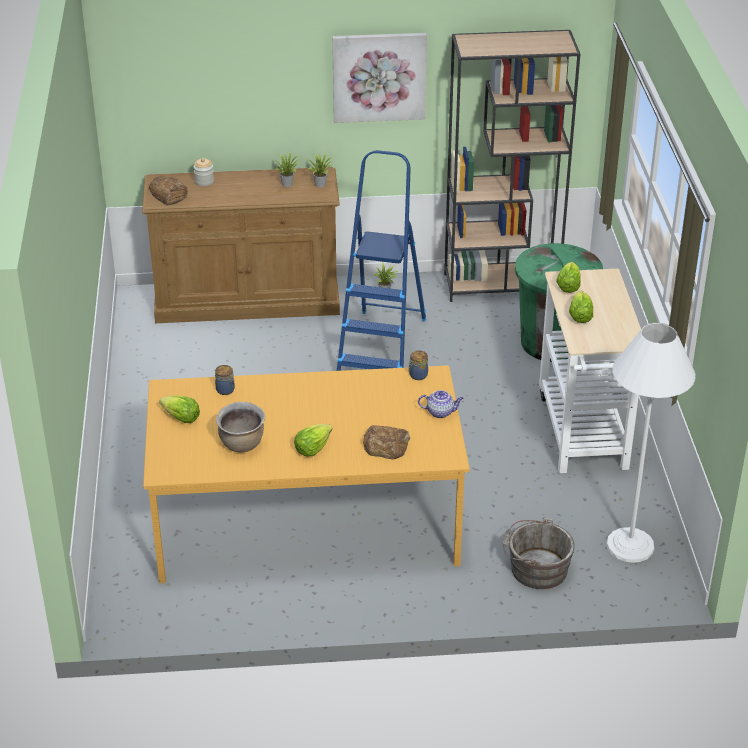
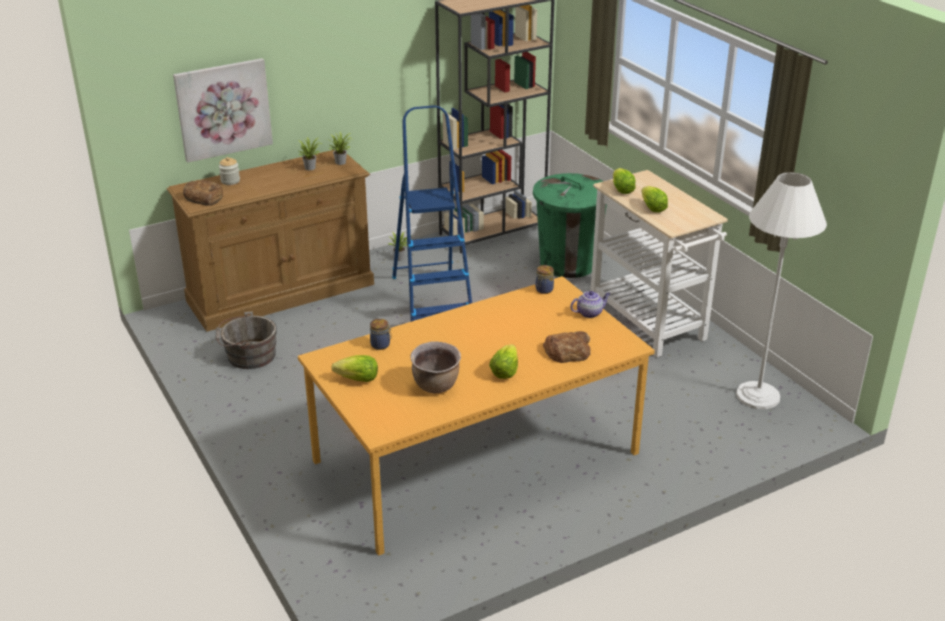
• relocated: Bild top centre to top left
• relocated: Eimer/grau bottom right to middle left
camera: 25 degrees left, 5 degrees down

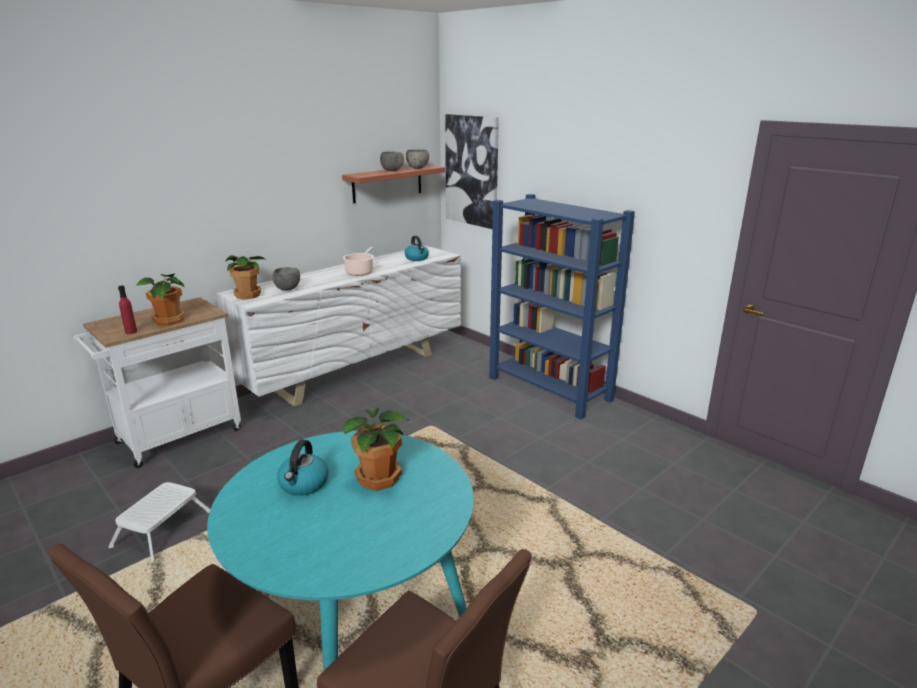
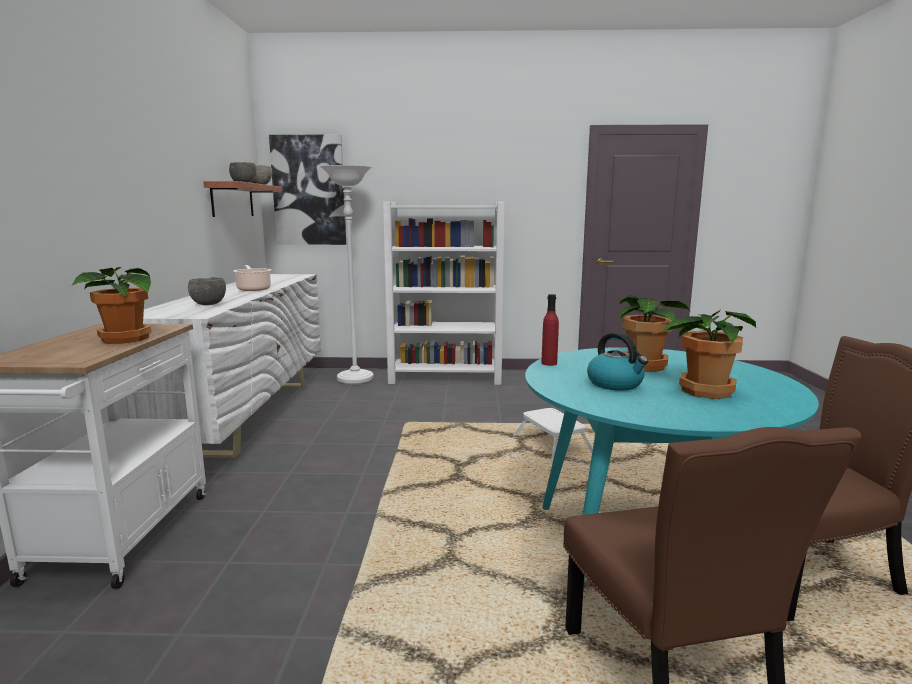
• colour: Bücherregal/blau centre to Bücherregal/weiß centre
• missing: Wasserkessel (no. 2 from left) centre
• relocated: Topfpflanze (no. 2 from left in the first image) middle left to Topfpflanze (no. 3 from left) middle right
• relocated: Flasche/rot middle left to centre
• relocated: Trittleiter/weiß bottom left to centre
• appeared: Stehlampe/weiß centre
camera: 45 degrees left, 10 degrees down

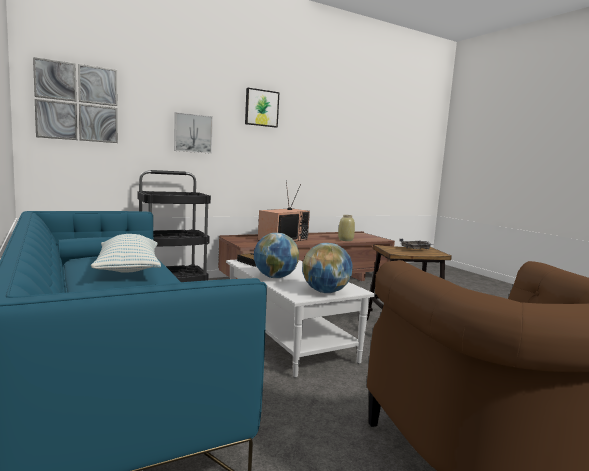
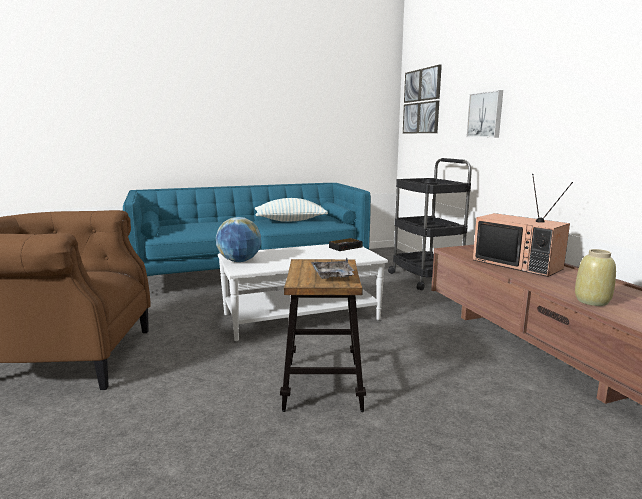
• missing: Bild (no. 3 from left) top centre
• missing: Globus (no. 1 from left) centre
camera: 100 degrees right, 5 degrees up

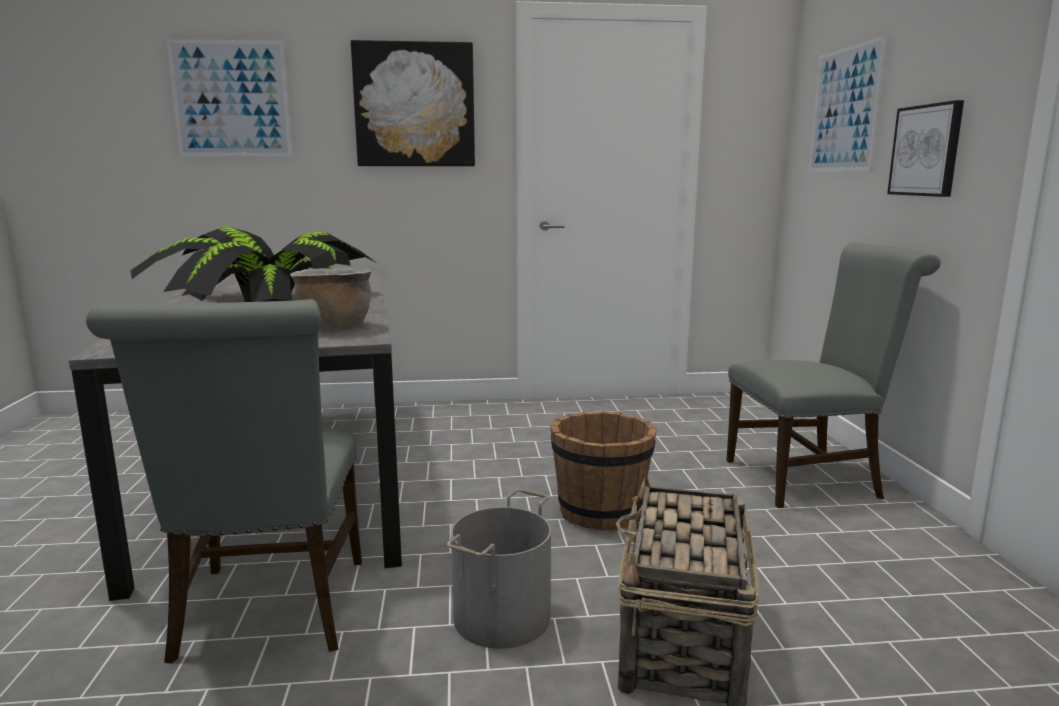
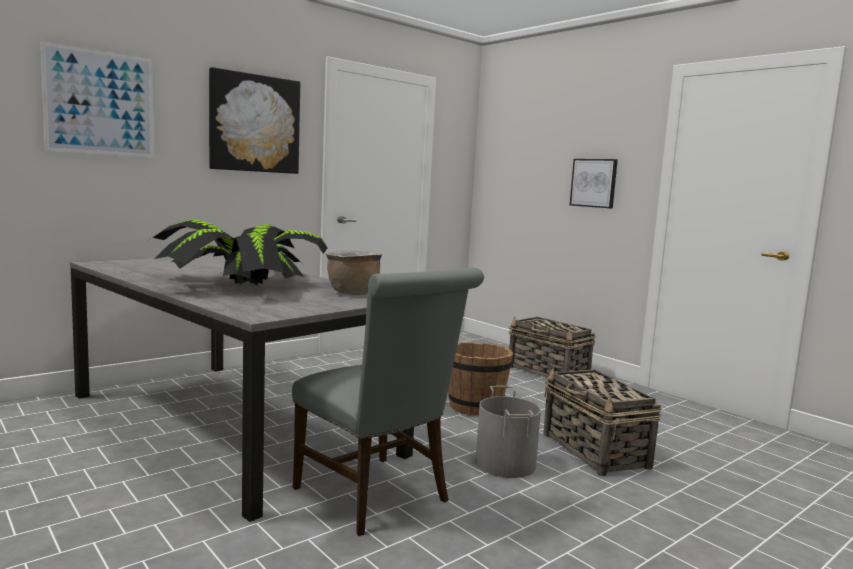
• missing: Bild (no. 3 from left) top right
• exchanged: Stuhl/grau (no. 2 from left) middle right to Korb (no. 1 from left) centre
camera: 35 degrees left, 5 degrees down

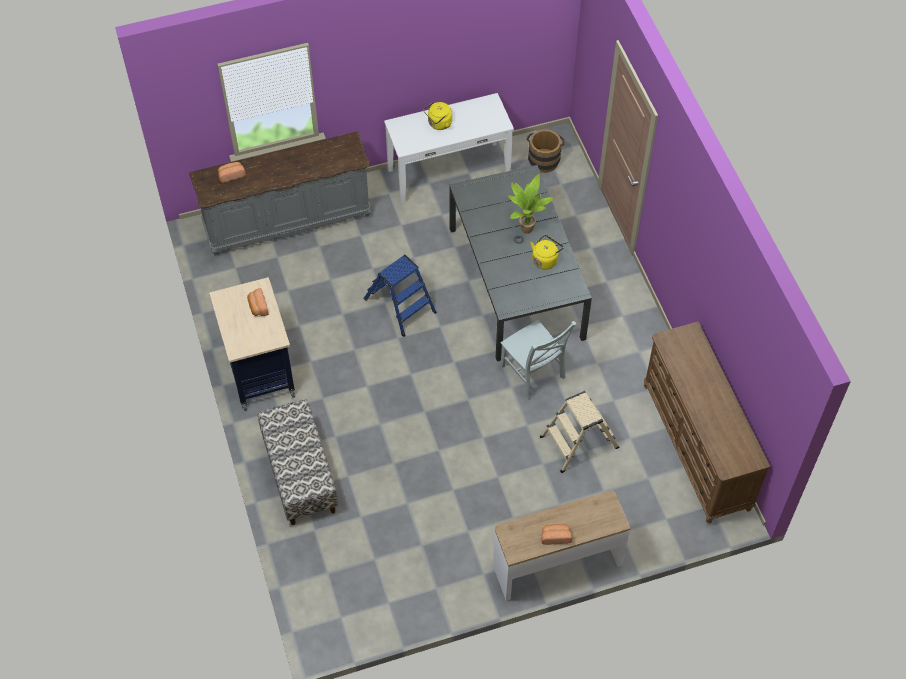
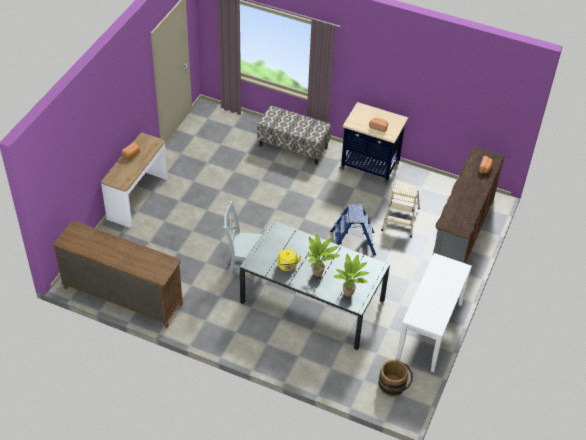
• missing: Wasserkessel/gelb (no. 1 from left) top centre
• relocated: Trittleiter/beige centre to middle right
• appeared: Topfpflanze (no. 2 from left) centre
camera: 130 degrees right, 10 degrees down

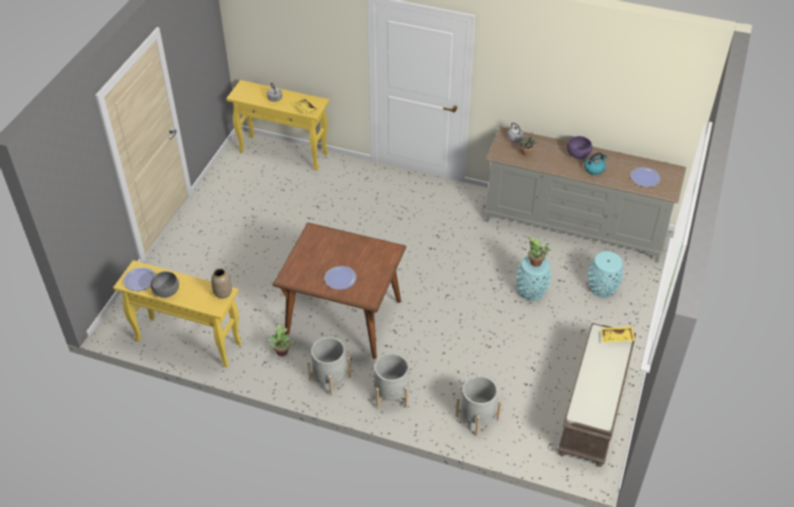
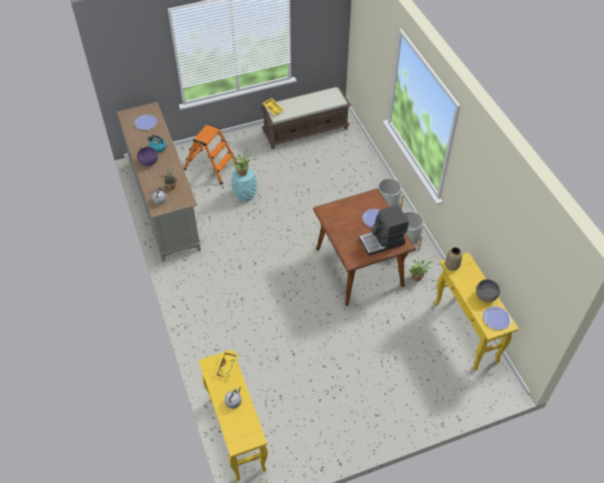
• exchanged: Hocker/türkis (no. 2 from left) middle right to Trittleiter/orange top centre
• missing: Pflanzkübel/grau (no. 3 from left) bottom centre
• appeared: Kaffeemaschine centre
camera: 130 degrees left, 5 degrees up

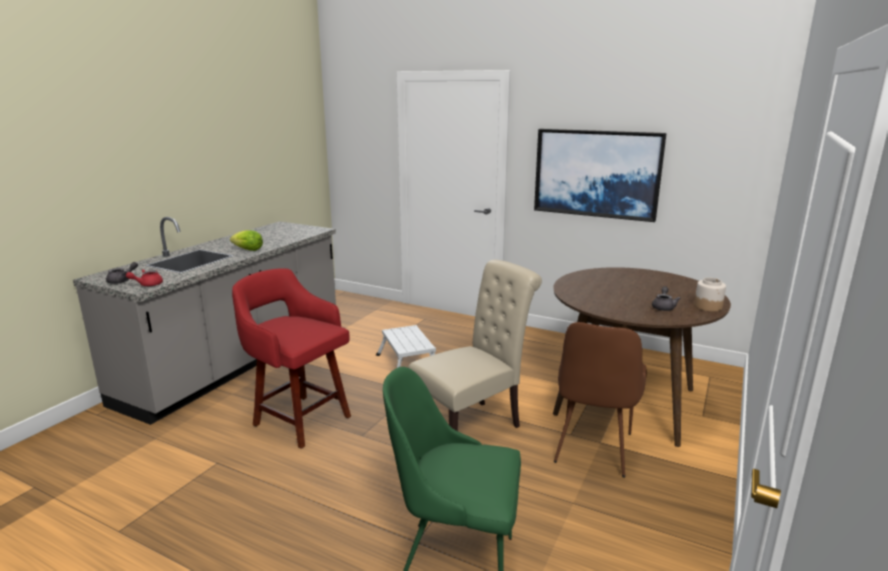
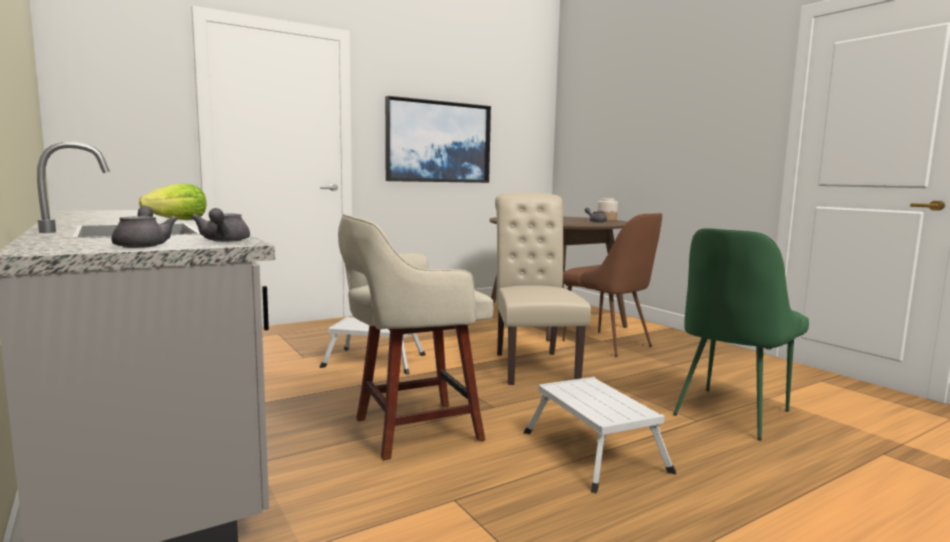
• colour: Hocker/rot middle left to Hocker/beige centre
• colour: Teekanne/rot middle left to Teekanne/grau (no. 2 from left) middle left
• appeared: Trittleiter/weiß (no. 2 from left) bottom centre
camera: 60 degrees left, 10 degrees down

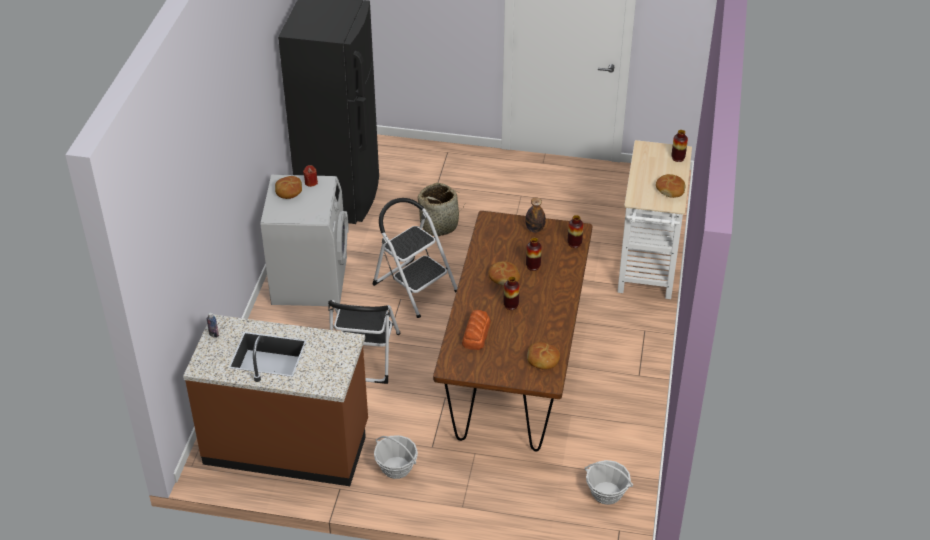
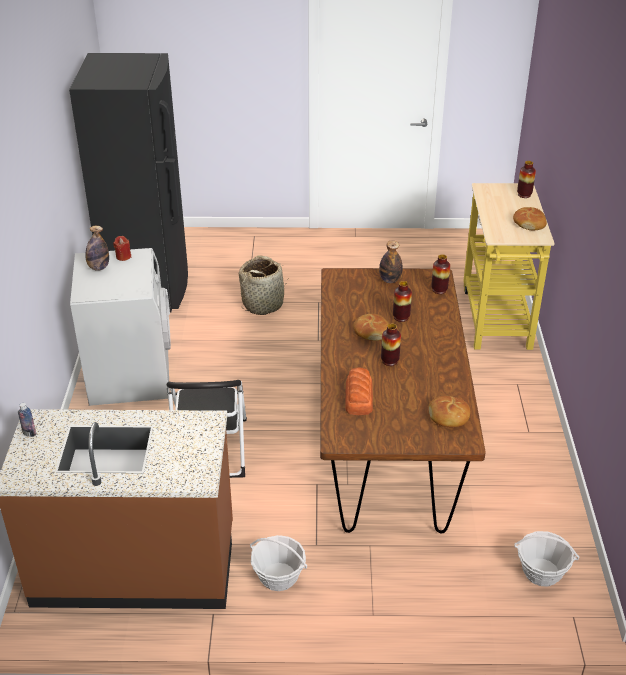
• colour: Rollwagen/weiß middle right to Rollwagen/gelb middle right
• exchanged: Brot (no. 1 from left) middle left to Flasche (no. 2 from left) middle left
• missing: Trittleiter (no. 2 from left) centre
camera: 10 degrees left, 5 degrees down

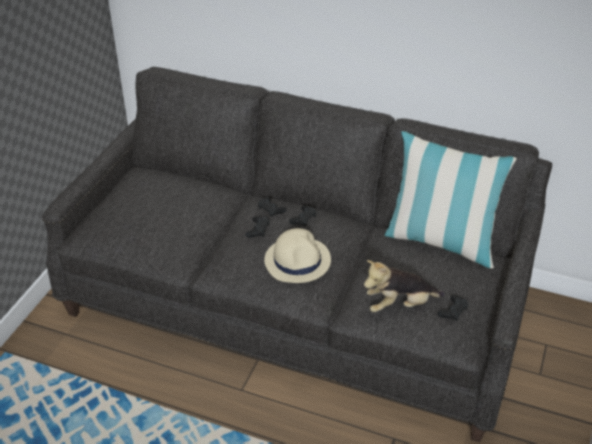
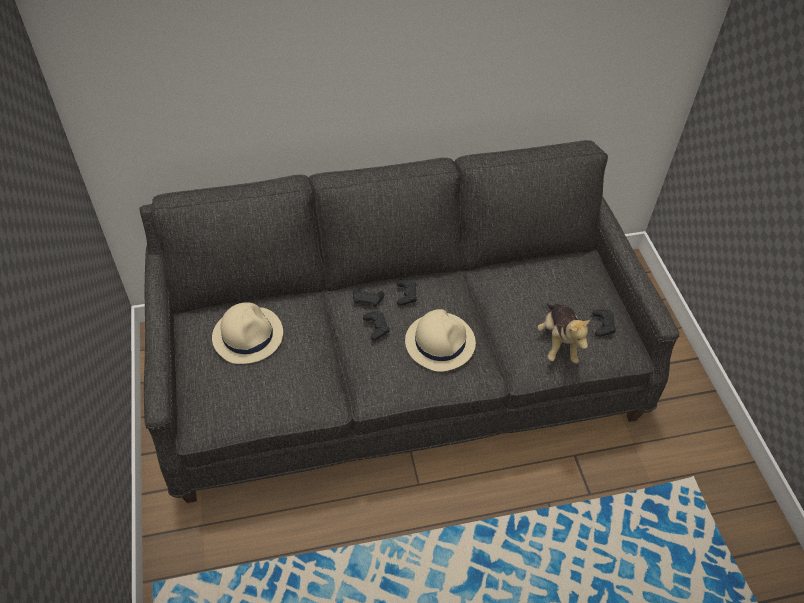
• missing: Kissen middle right
• spun: Plüschtier middle right = middle right 45 degrees counterclockwise
• appeared: Hut/beige (no. 1 from left) middle left
camera: 35 degrees left, 10 degrees up

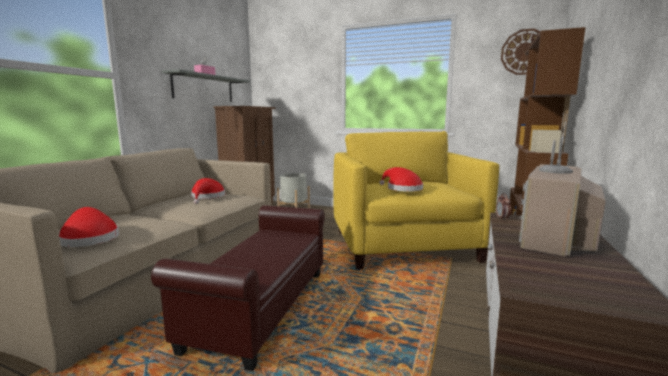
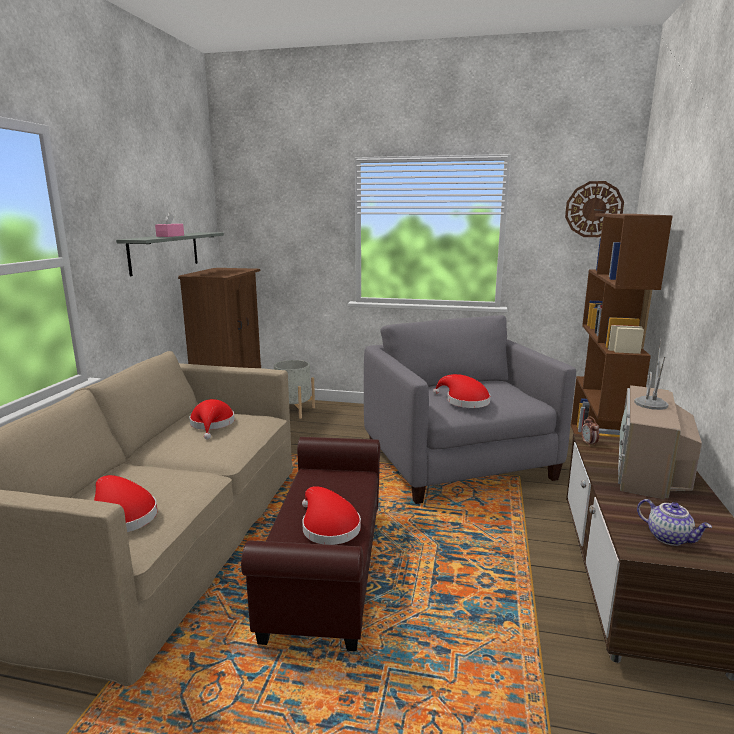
• colour: Sessel/gelb centre to Sessel/grau centre
• appeared: Hut/rot (no. 3 from left) bottom centre
• appeared: Teekanne bottom right
camera: 10 degrees left, 5 degrees up

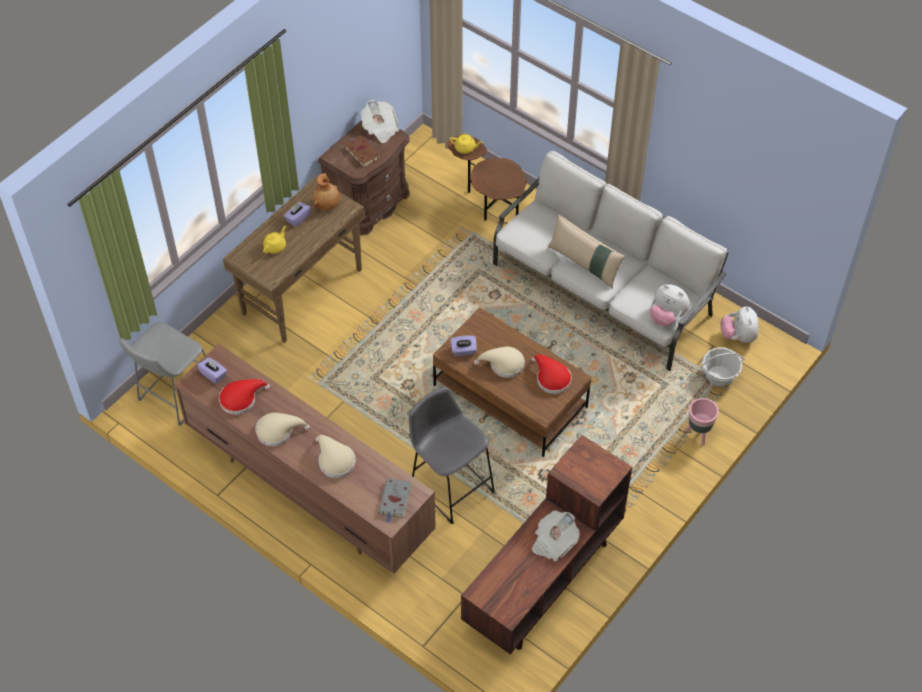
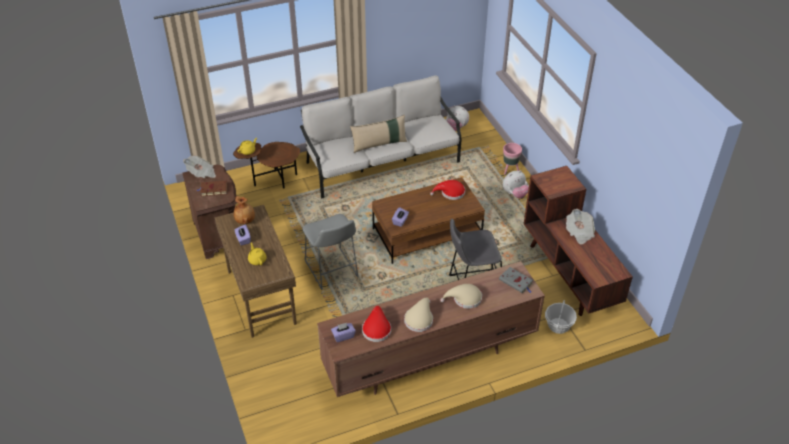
• relocated: Plüschtier (no. 1 from left in the first image) middle right to Plüschtier (no. 2 from left) centre
• relocated: Hocker/grau (no. 1 from left) middle left to centre
• missing: Hut/beige (no. 3 from left) centre
• relocated: Korb middle right to bottom right
camera: 60 degrees left, 10 degrees down

